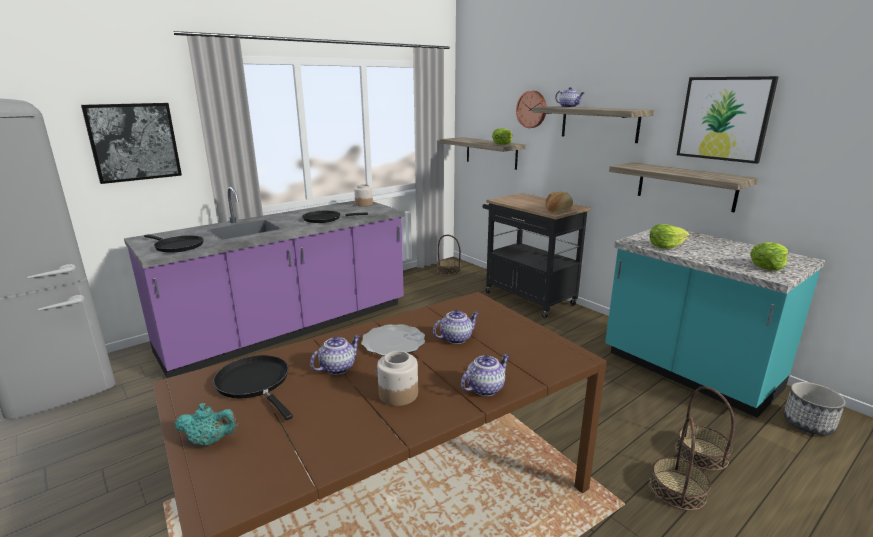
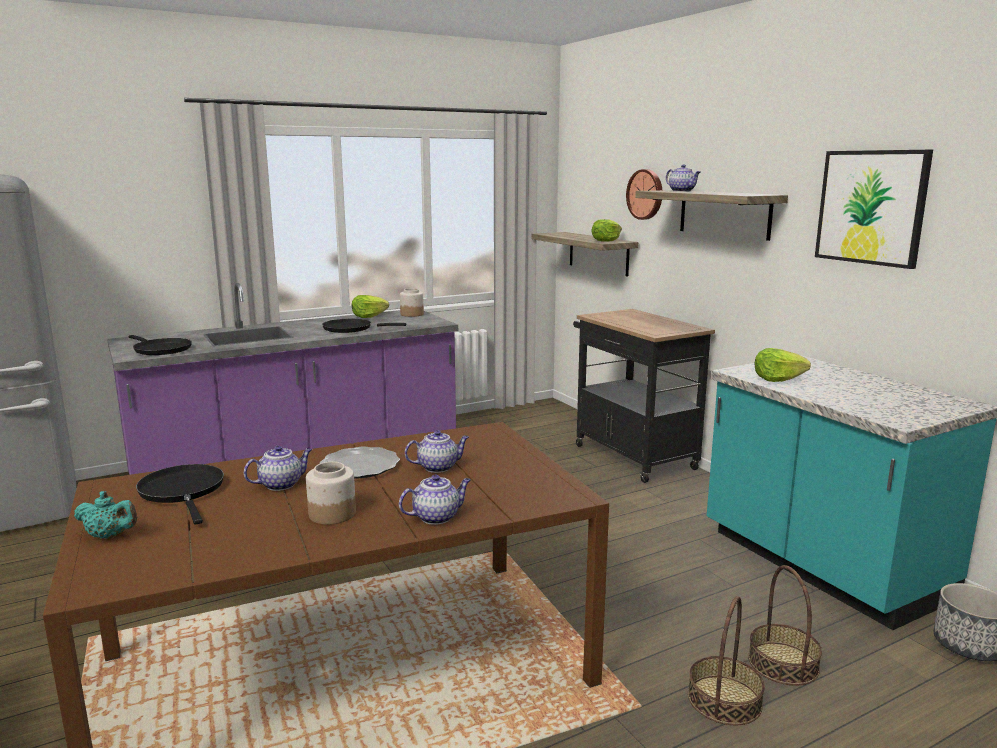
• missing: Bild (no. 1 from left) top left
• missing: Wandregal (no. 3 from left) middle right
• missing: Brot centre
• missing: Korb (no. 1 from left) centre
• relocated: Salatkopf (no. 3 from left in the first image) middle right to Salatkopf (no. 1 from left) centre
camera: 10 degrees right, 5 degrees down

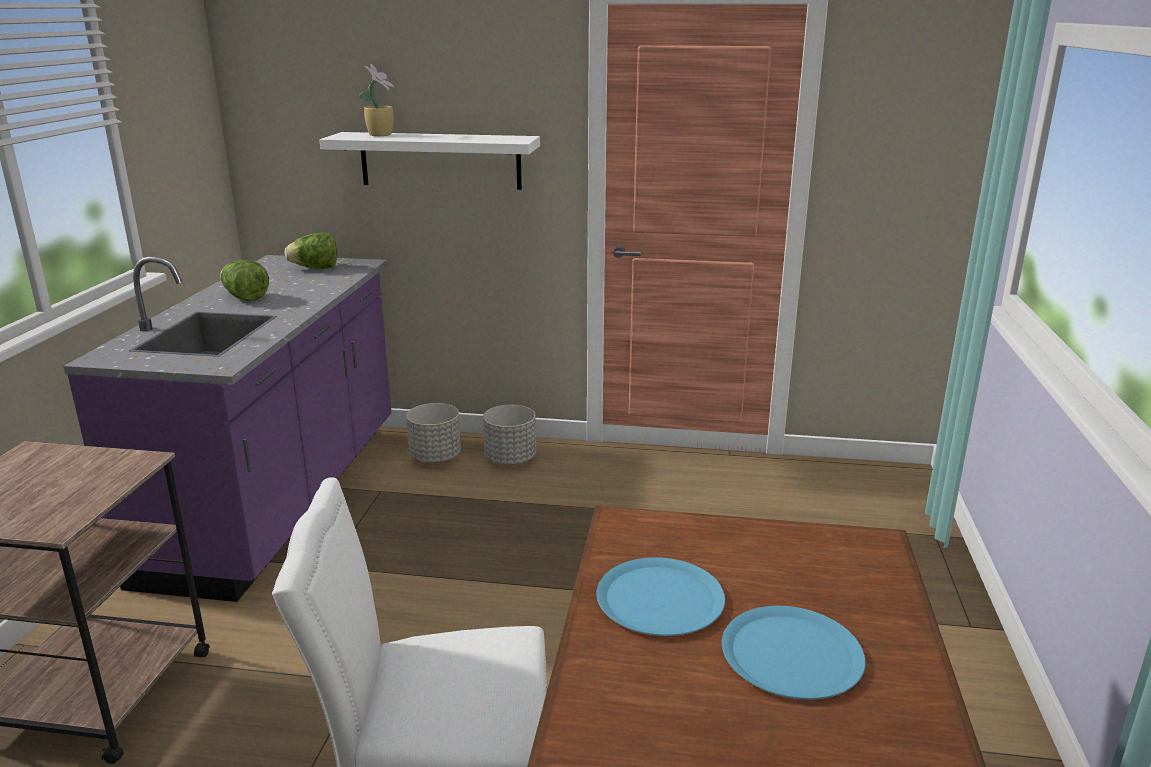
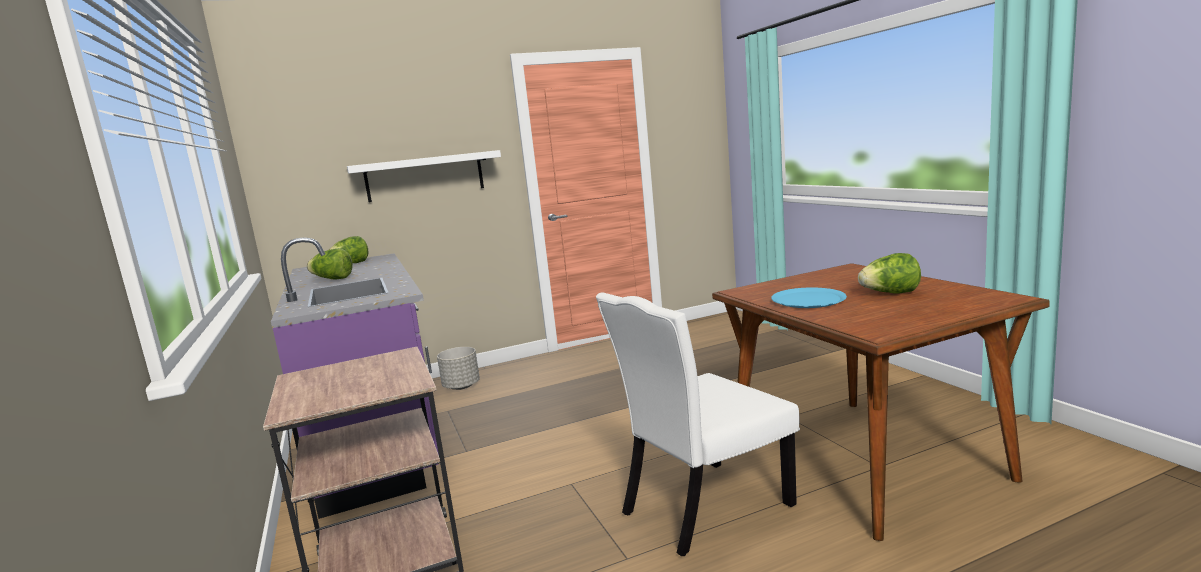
• missing: Topfpflanze top left
• missing: Pflanzkübel/grau (no. 2 from left) centre
• exchanged: Teller/blau (no. 2 from left) bottom right to Salatkopf (no. 3 from left) middle right
camera: 30 degrees left, 10 degrees down

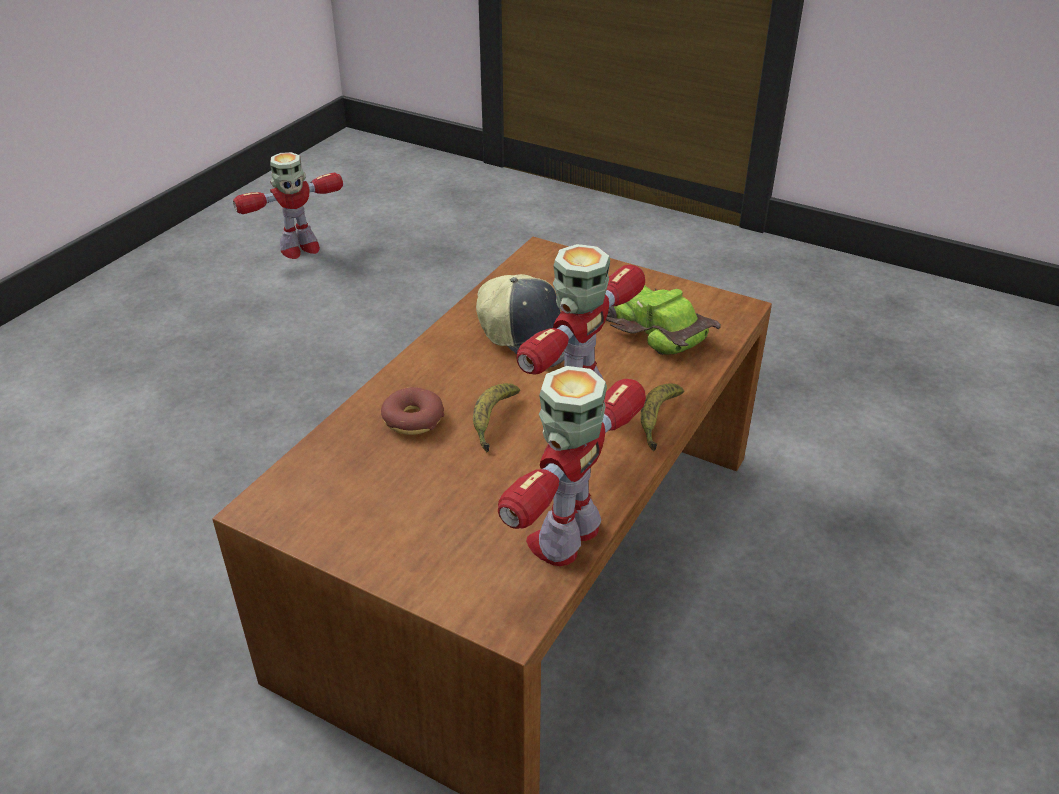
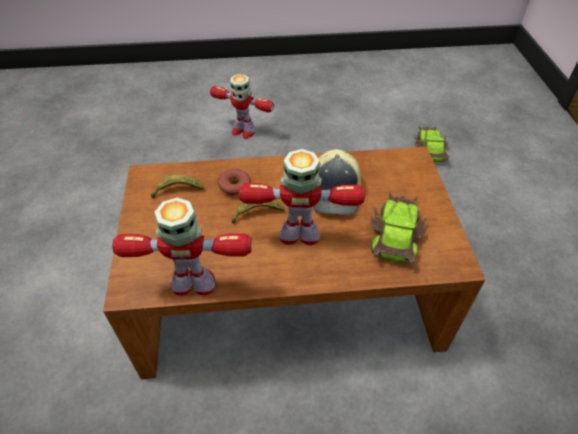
• relocated: Spielzeugroboter (no. 1 from left in the first image) top left to Spielzeugroboter (no. 2 from left) top centre
• relocated: Banane (no. 2 from left in the first image) centre to Banane (no. 1 from left) middle left
• appeared: Spielzeugauto (no. 2 from left) top right
camera: 55 degrees right, 10 degrees up

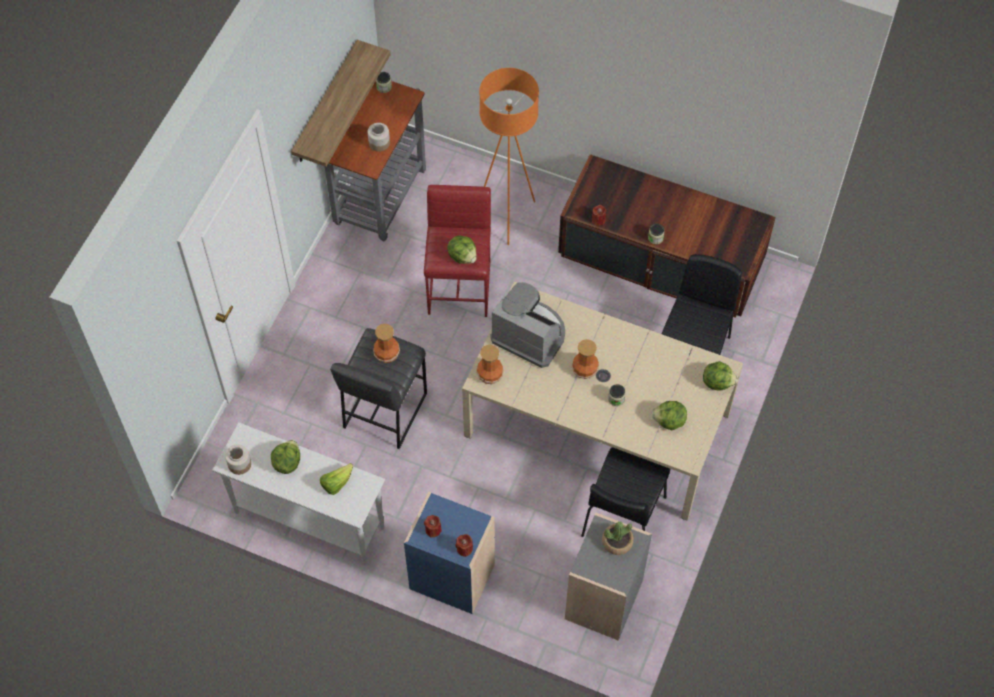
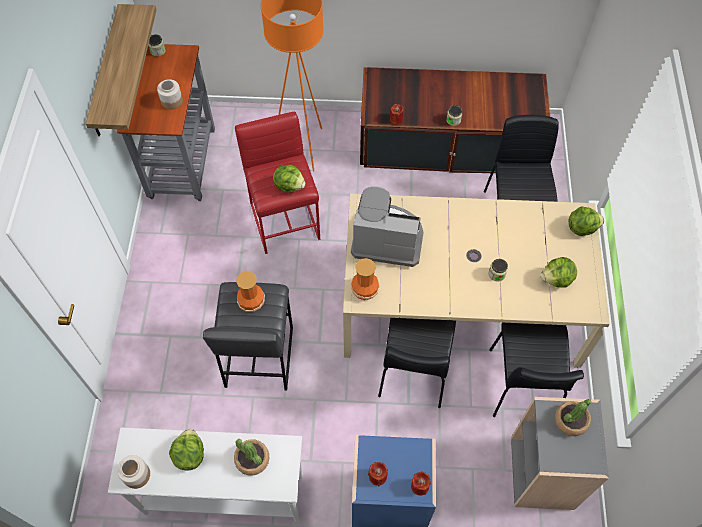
• missing: Vase (no. 3 from left) centre
• exchanged: Salatkopf (no. 2 from left) bottom centre to Topfpflanze (no. 1 from left) bottom centre
• appeared: Stuhl/schwarz (no. 1 from left) bottom centre
camera: 20 degrees left, 0 degrees up

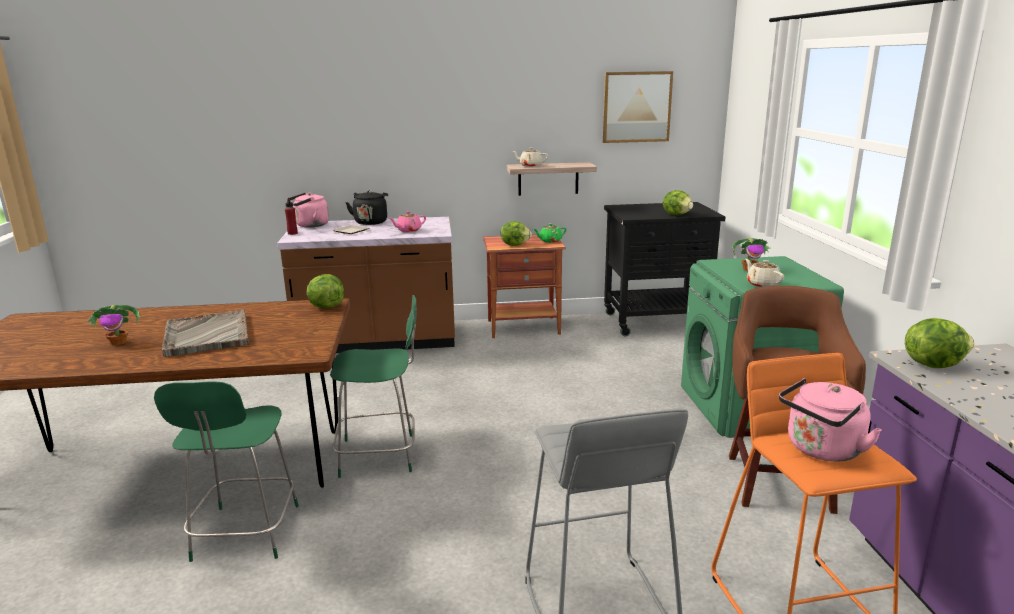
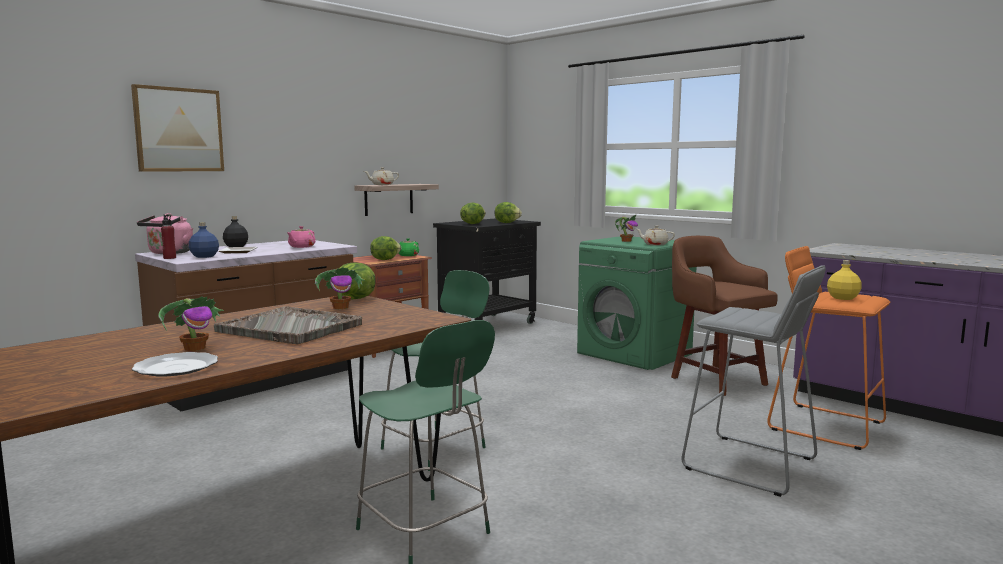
• relocated: Bild top centre to top left
• exchanged: Wasserkessel/schwarz centre to Flasche/schwarz middle left
• relocated: Salatkopf (no. 4 from left in the first image) middle right to Salatkopf (no. 3 from left) centre
• exchanged: Wasserkessel/rosa (no. 2 from left) bottom right to Flasche/gelb middle right
• appeared: Flasche/blau middle left
• appeared: Topfpflanze (no. 2 from left) centre
• appeared: Teller (no. 1 from left) middle left
camera: 40 degrees left, 10 degrees down

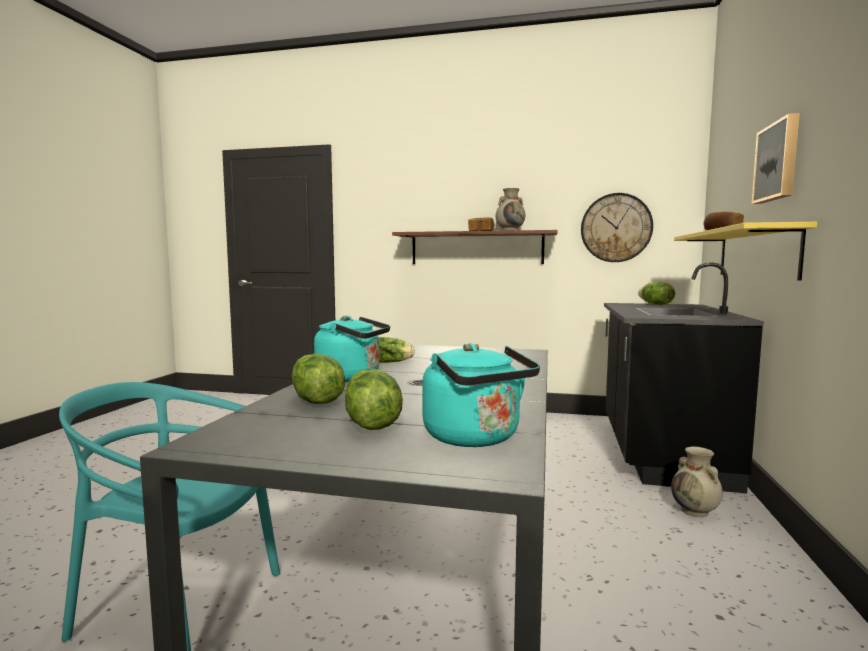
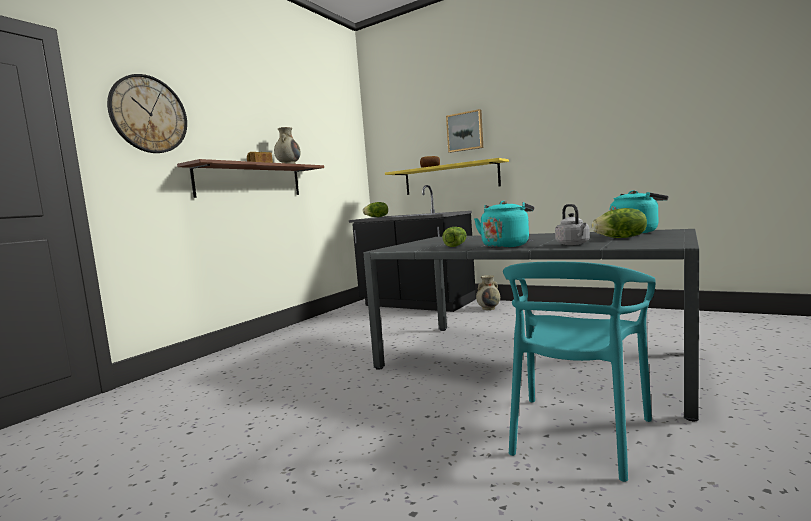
• relocated: Wanduhr middle right to top left
• exchanged: Salatkopf (no. 1 from left) centre to Wasserkessel/grau middle right
camera: 70 degrees left, 0 degrees up

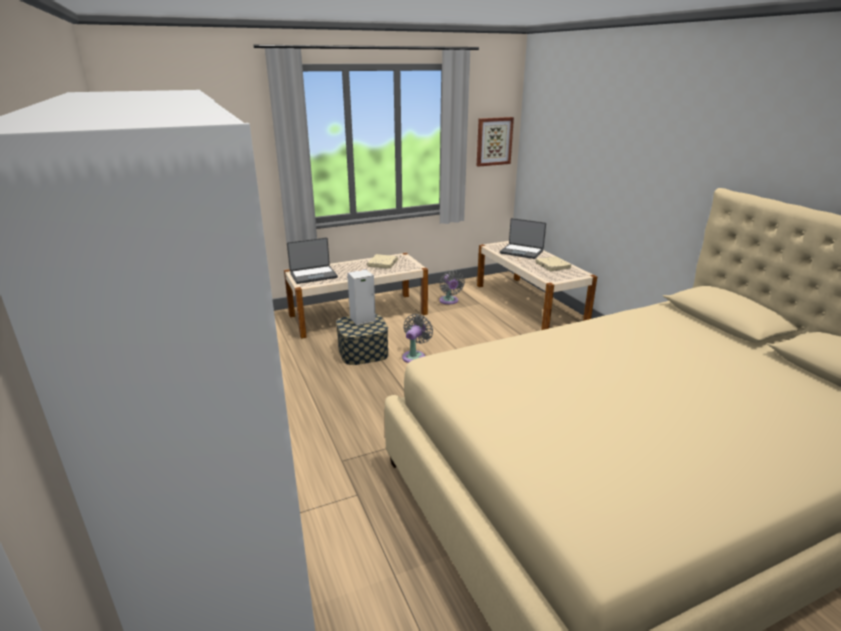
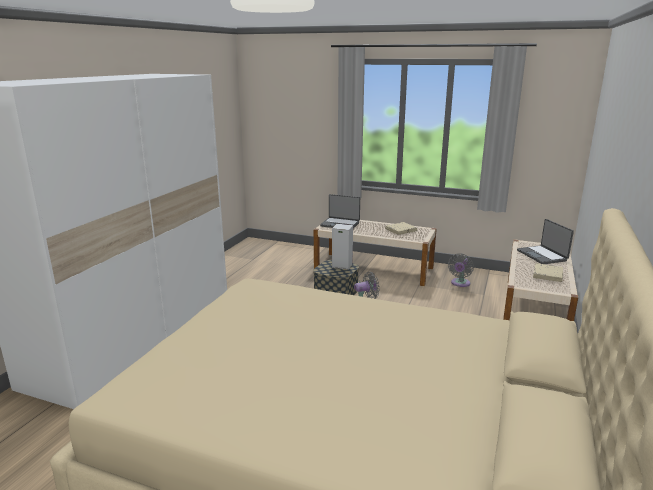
• missing: Bild top centre
camera: 45 degrees right, 5 degrees down

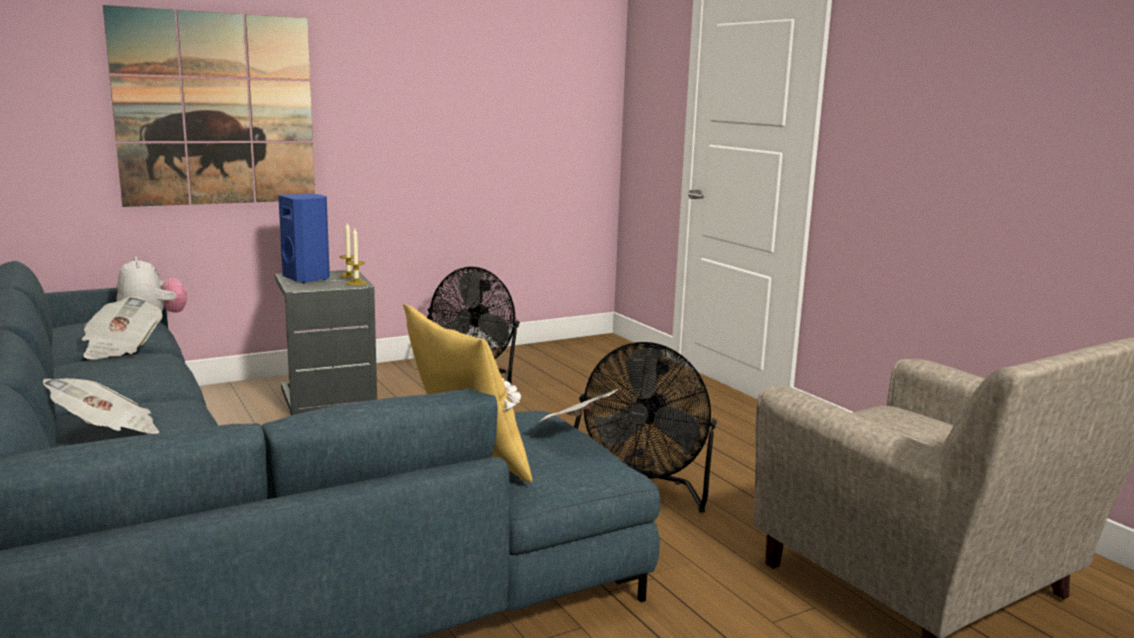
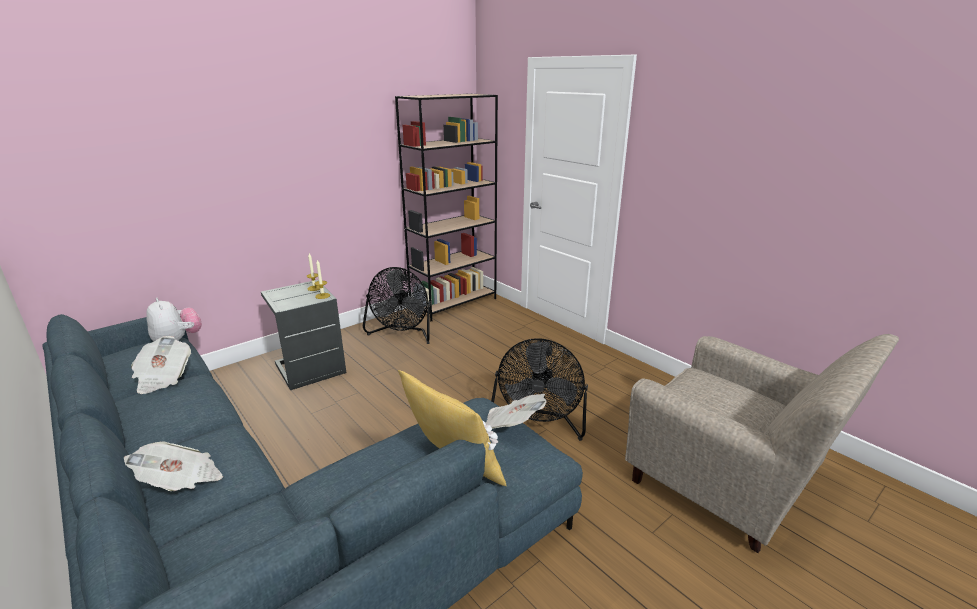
• missing: Bild top left
• missing: Lautsprecher/blau middle left
• appeared: Bücherregal/beige centre
camera: 10 degrees left, 10 degrees up

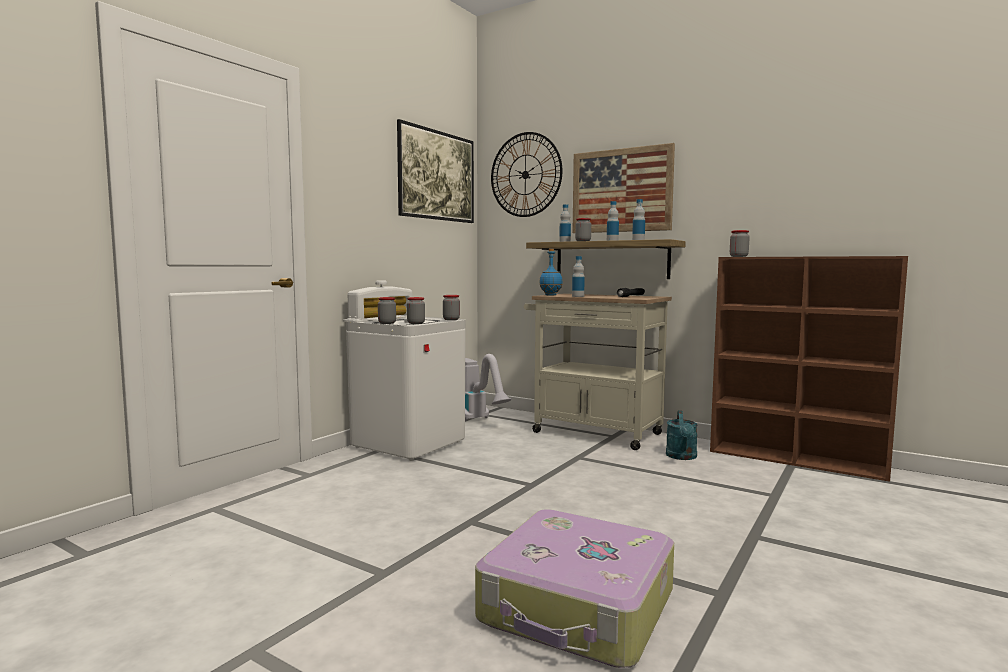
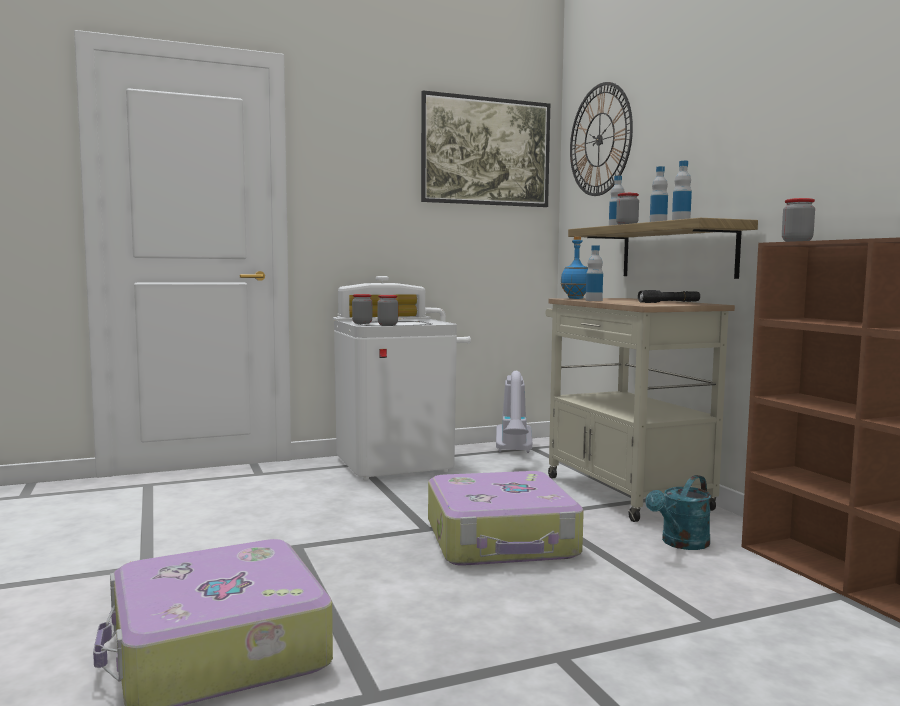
• missing: Bild (no. 2 from left) top centre
• missing: Vorratsglas (no. 3 from left) centre
• appeared: Koffer (no. 2 from left) bottom centre
camera: 35 degrees right, 0 degrees up

